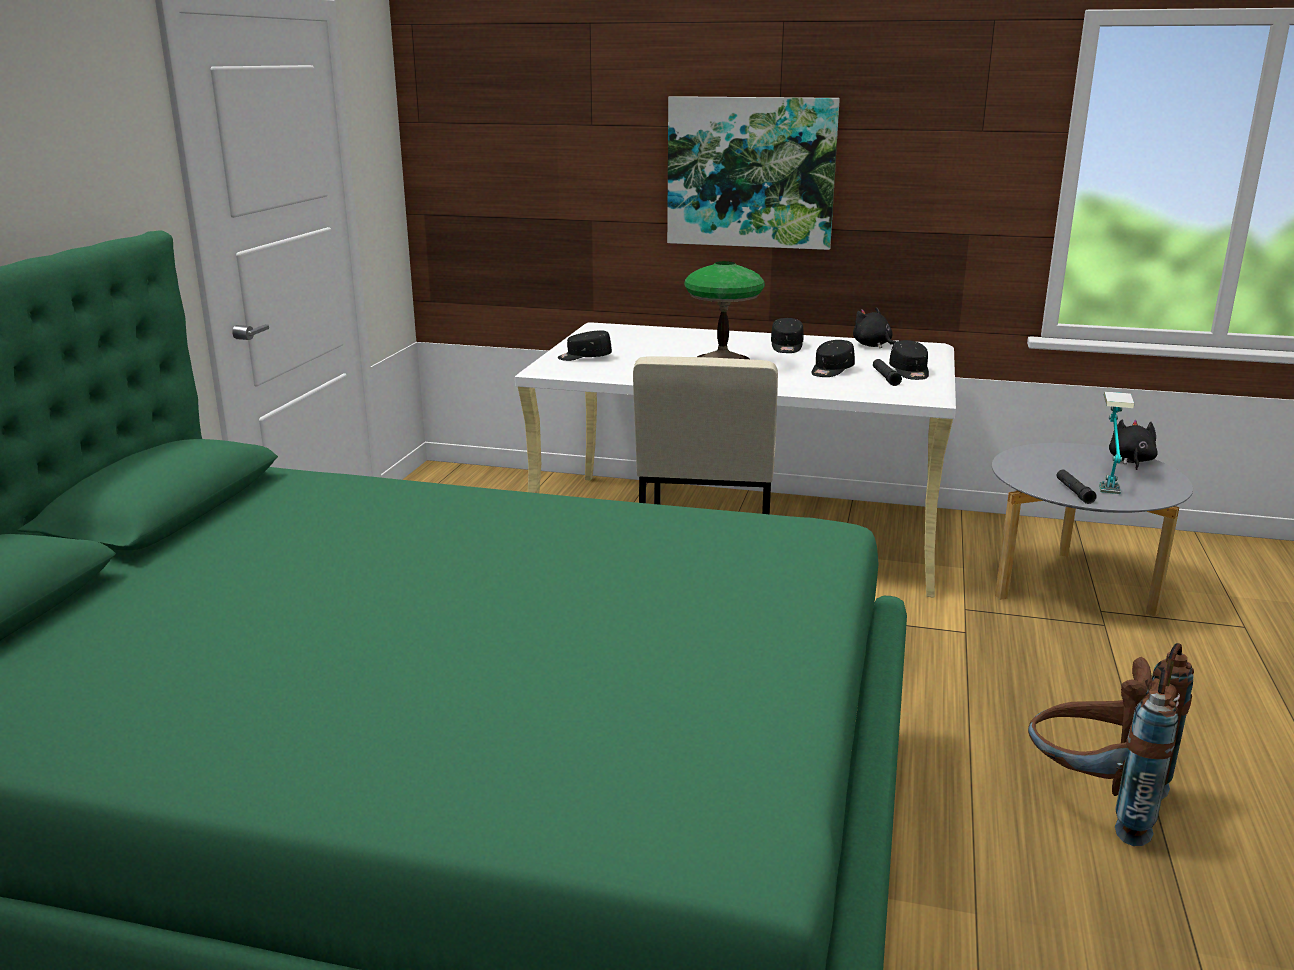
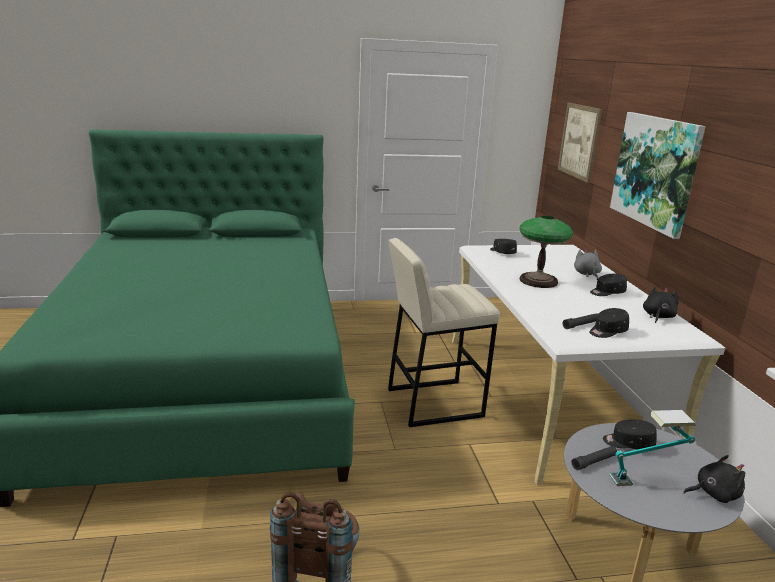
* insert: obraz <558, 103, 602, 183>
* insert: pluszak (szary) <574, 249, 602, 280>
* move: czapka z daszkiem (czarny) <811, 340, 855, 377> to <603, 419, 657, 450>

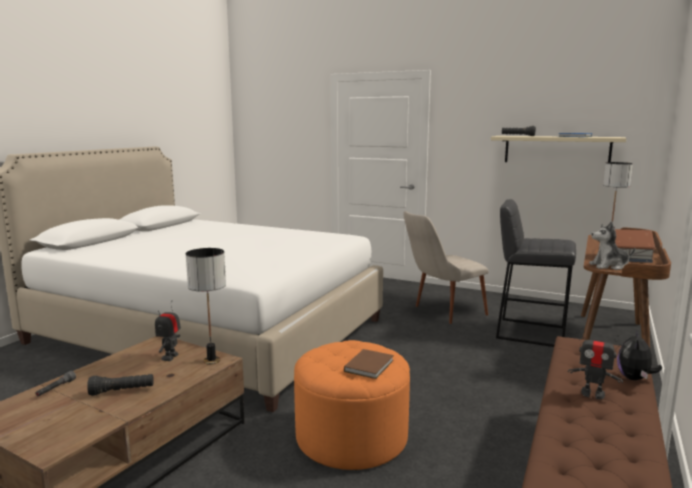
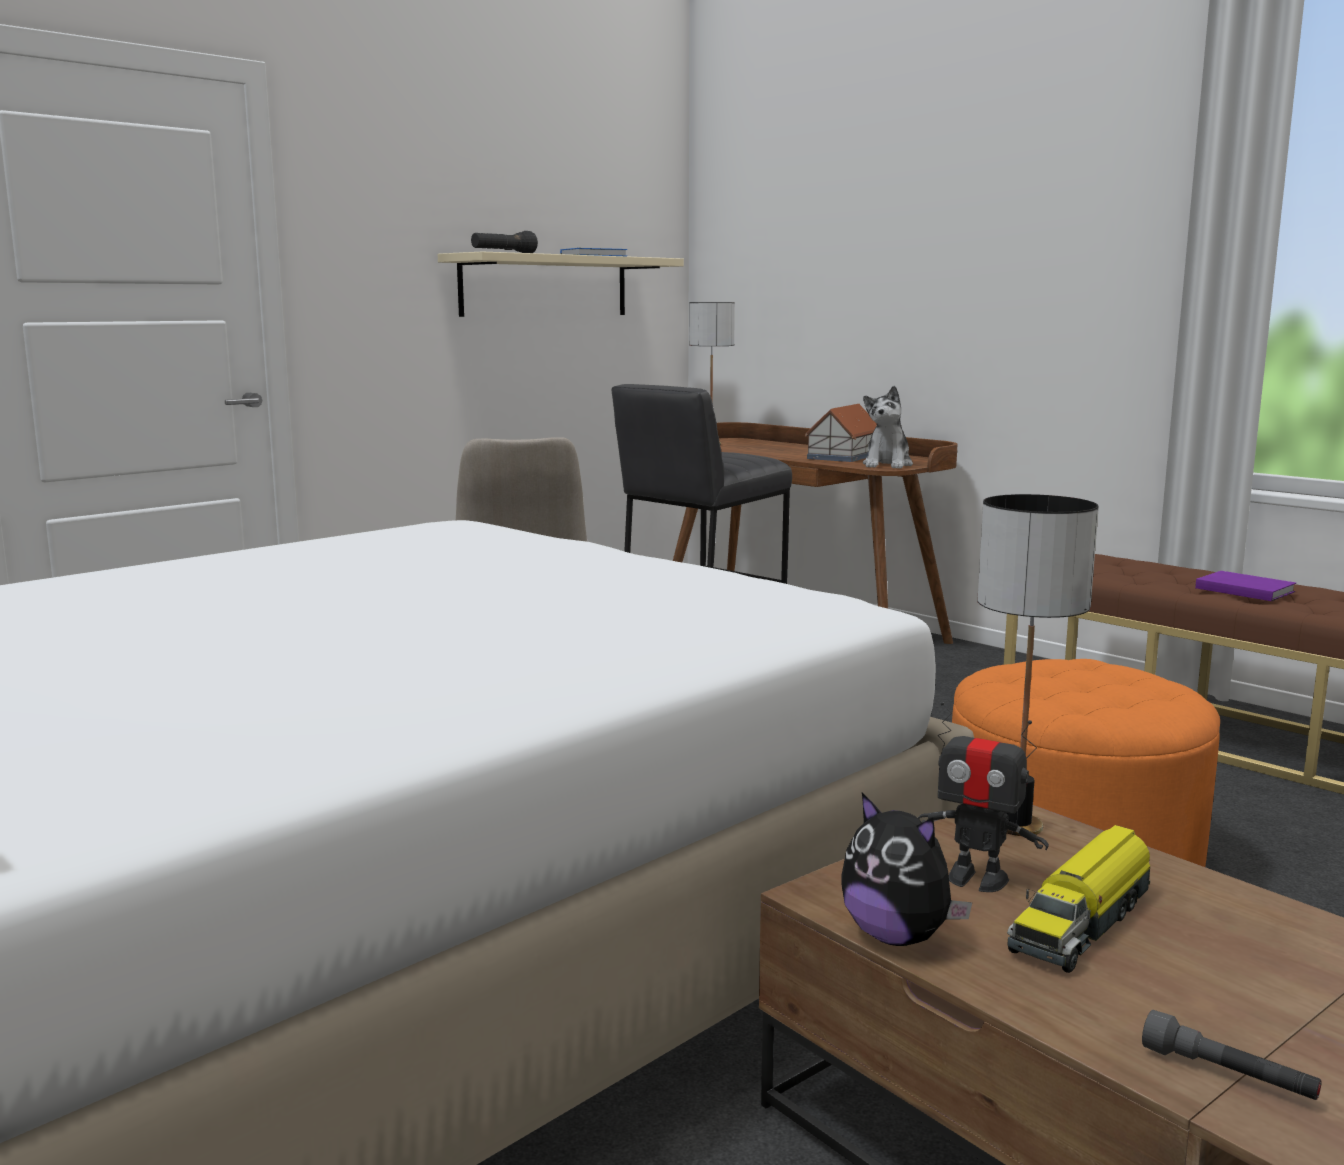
* delete: latarka (czarny) <87, 374, 154, 396>
* delete: książka (brązowy) <344, 349, 394, 379>
* insert: ciężarówka zabawkowa <1007, 825, 1150, 973>
* move: pluszak <617, 330, 662, 380> to <841, 793, 972, 946>
* replace: robot zabawkowy <568, 327, 623, 399> to książka (fioletowy) <1195, 571, 1296, 601>

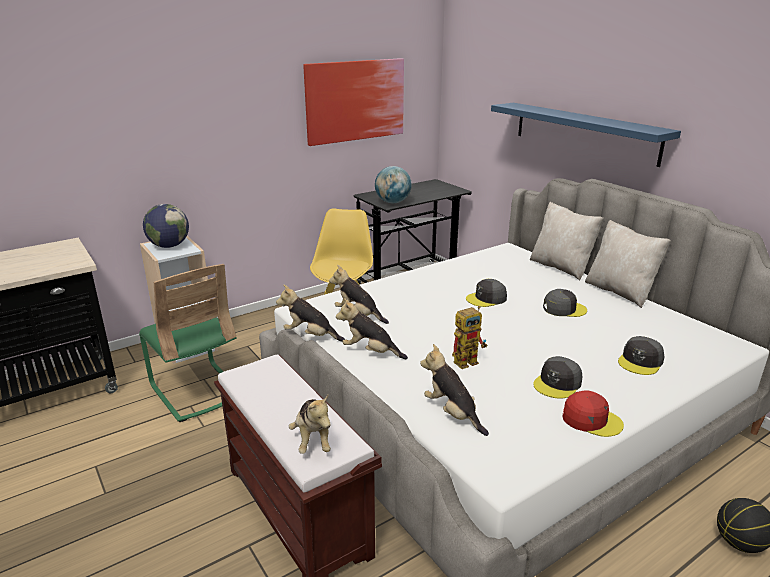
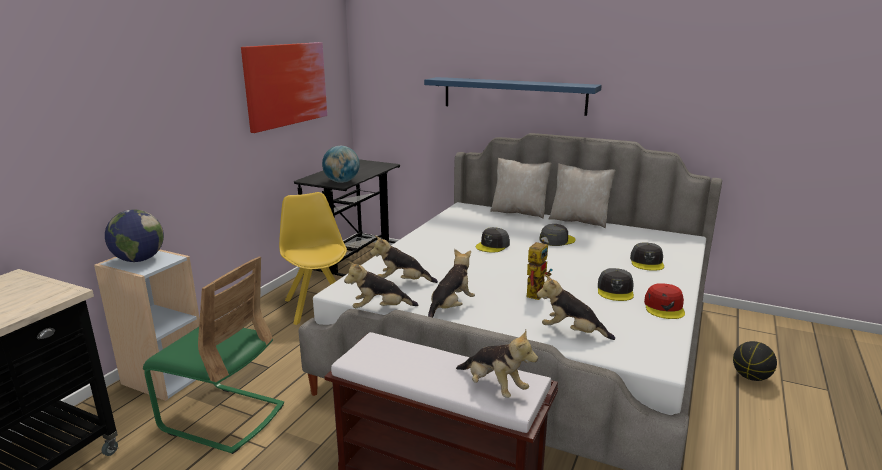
* rotate: pluszak <336, 298, 408, 359> = <428, 249, 475, 318> 135 degrees clockwise
* rotate: czapka z daszkiem (czerwony) <562, 390, 624, 437> = <644, 283, 685, 319> 105 degrees clockwise

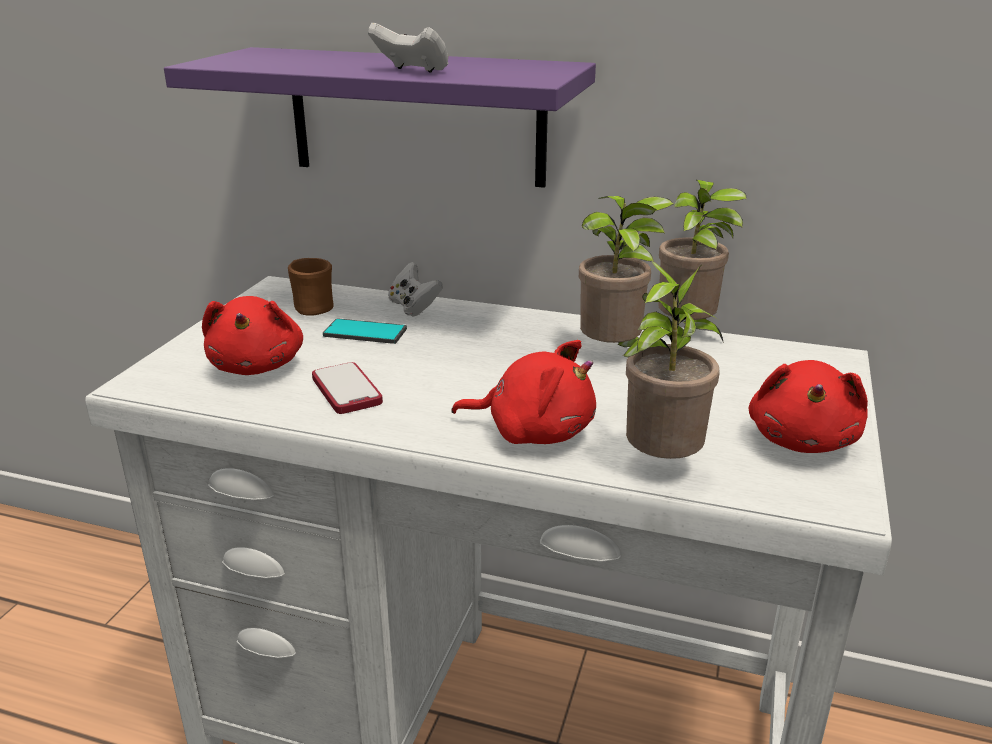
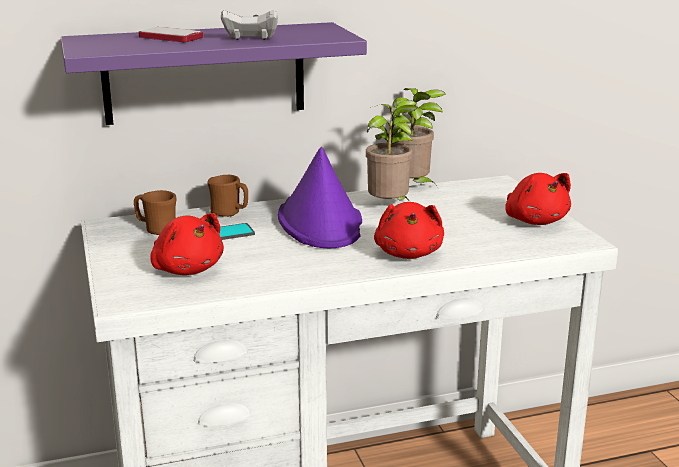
* delete: roślina doniczkowa <623, 261, 720, 459>
* insert: kapelusz (fioletowy) <278, 147, 362, 248>
* move: telefon <312, 362, 383, 414> to <139, 27, 203, 42>
* replace: pad do gier (biały) <388, 262, 443, 317> to kubek (brązowy) <207, 175, 248, 217>
* rotate: pluszak (czerwony) <451, 340, 596, 444> = <374, 202, 444, 259> 105 degrees clockwise

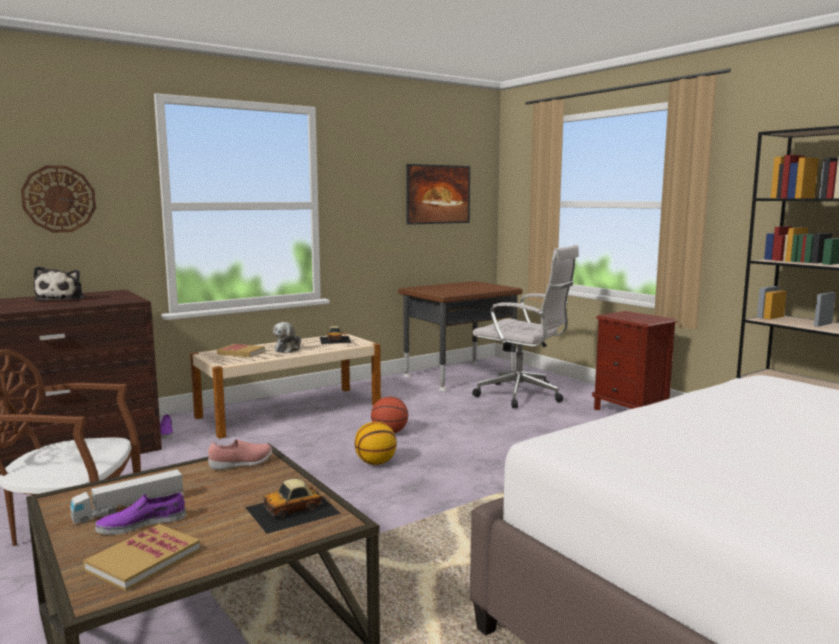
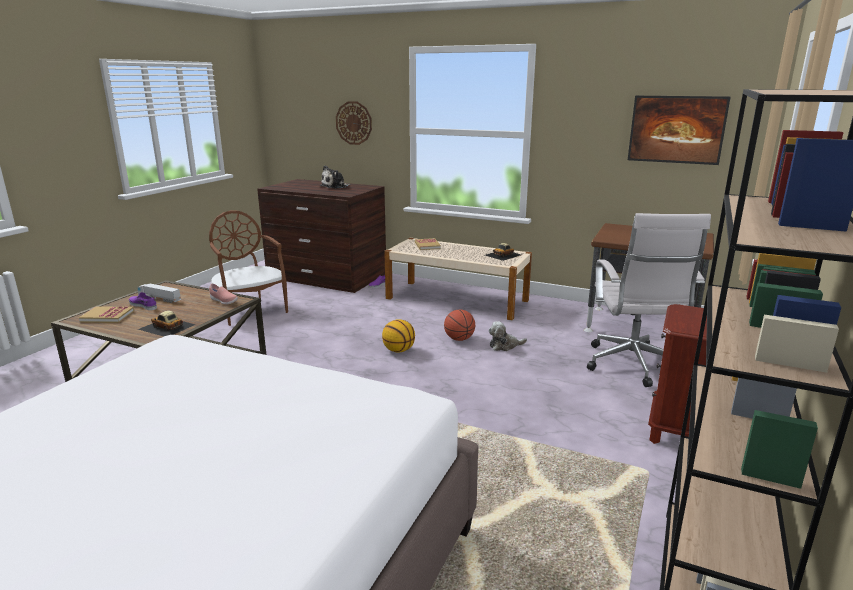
* move: pluszak <273, 322, 301, 353> to <489, 321, 527, 351>

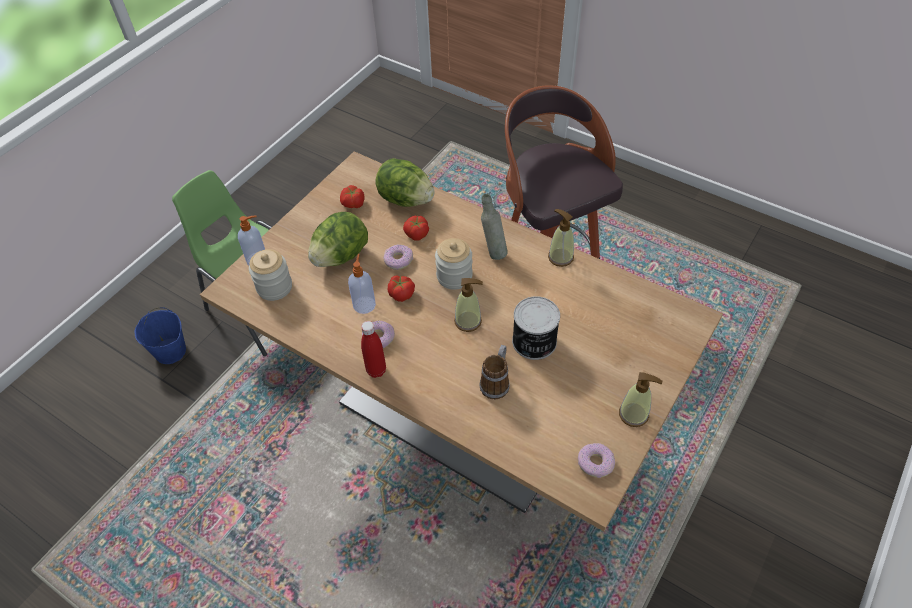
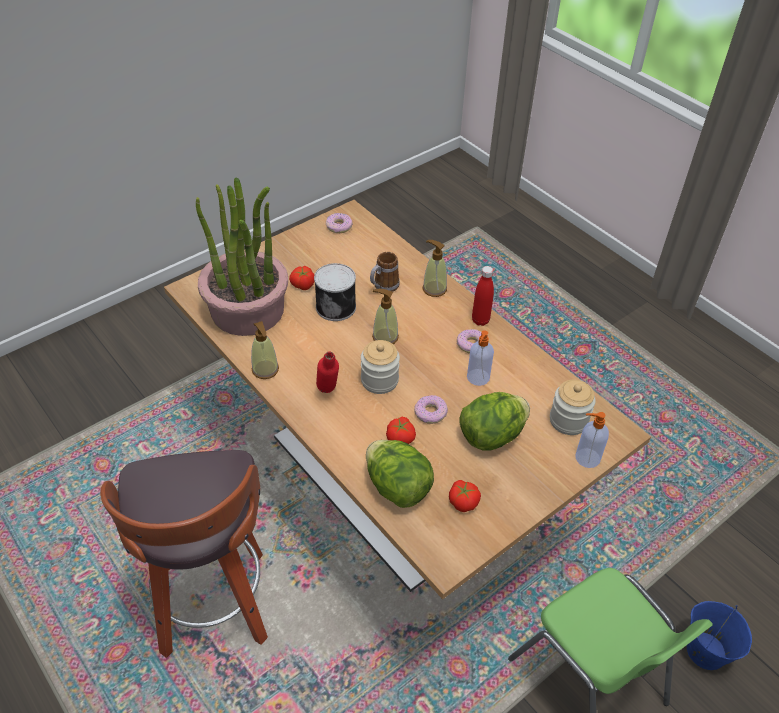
* insert: roślina doniczkowa <196, 177, 288, 336>
* move: pomidor <388, 275, 415, 302> to <289, 266, 315, 290>
* move: dozownik mydła <619, 372, 662, 427> to <423, 240, 447, 297>
* recolor: butelka (szary) <481, 194, 508, 260> to butelka (czerwony) <316, 351, 339, 393>

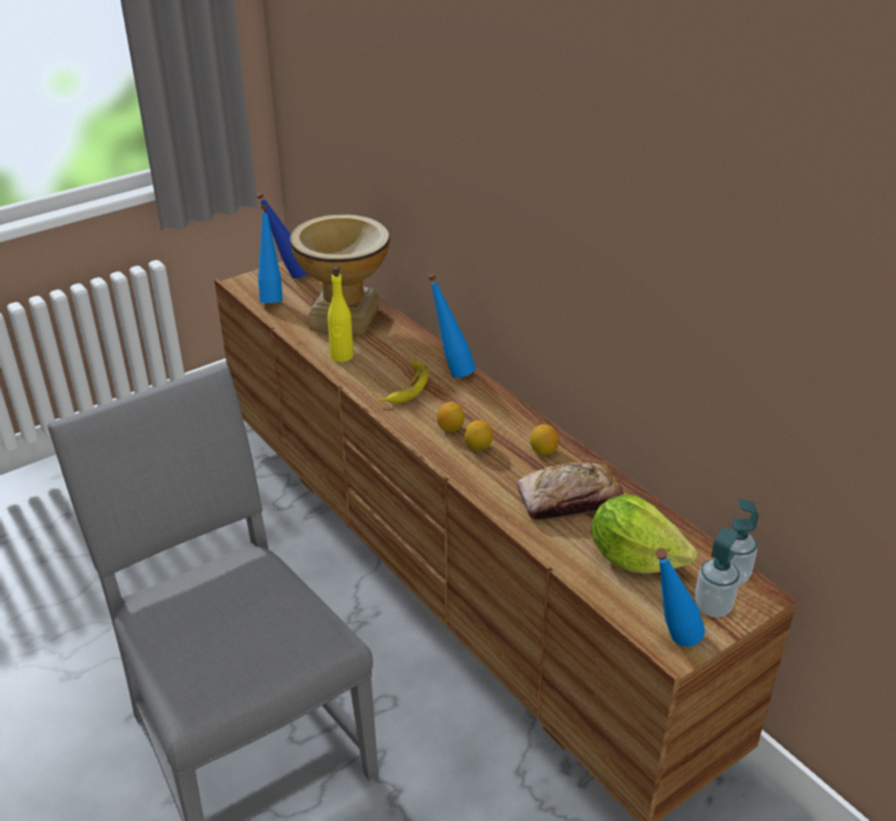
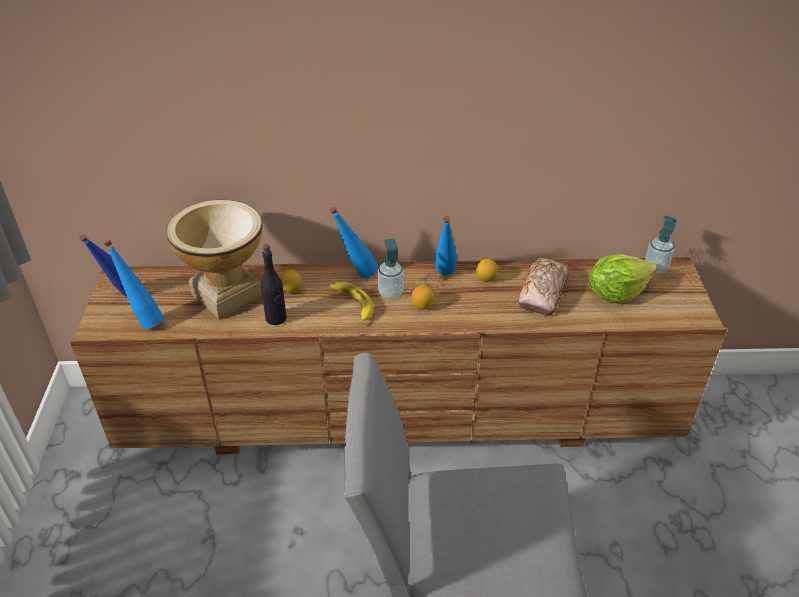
* move: cytryna <465, 420, 493, 451> to <280, 270, 302, 293>
* move: butelka (niebieski) <655, 548, 705, 647> to <435, 216, 457, 275>
* move: dozownik mydła <695, 527, 740, 617> to <378, 238, 404, 299>
* recolor: butelka (żółty) <328, 266, 353, 362> to butelka (czarny) <261, 244, 287, 325>

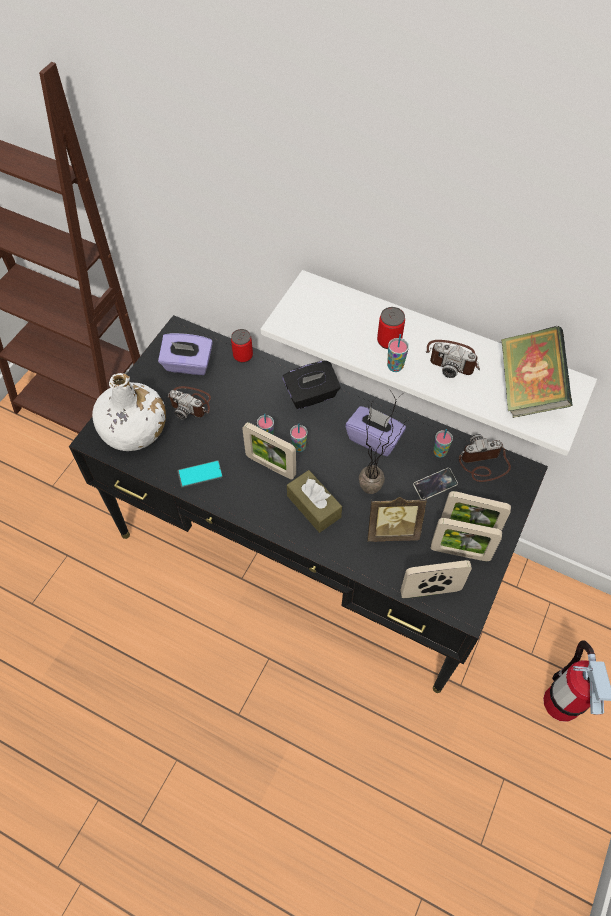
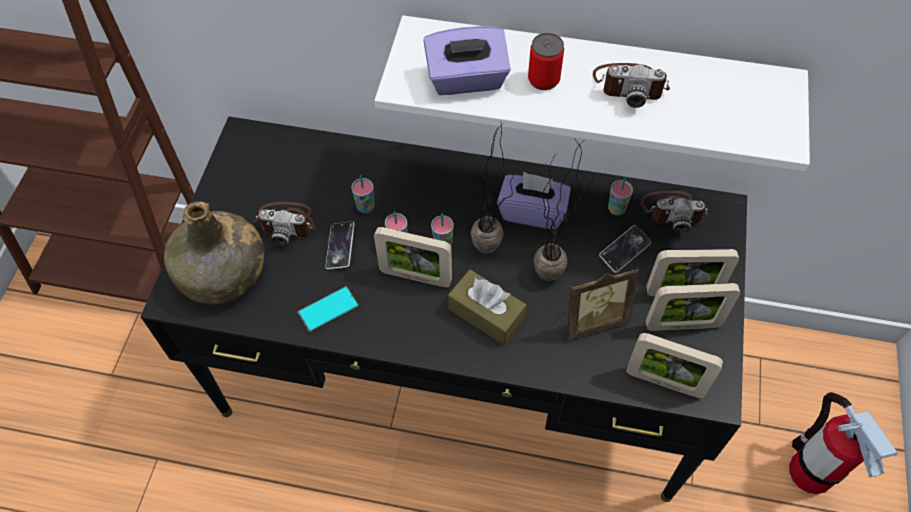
* delete: puszka <231, 329, 253, 363>
* delete: pudełko chusteczek (czarny) <282, 361, 341, 409>
* delete: książka <501, 326, 573, 418>
* insert: telefon <325, 221, 355, 270>
* insert: roślina doniczkowa <471, 123, 514, 253>
* move: pudełko chusteczek (fioletowy) <158, 333, 213, 375> to <424, 26, 511, 95>
* move: filiżanka <387, 334, 409, 372> to <351, 175, 374, 213>
* recolor: butelka (biały) <92, 373, 166, 451> to butelka (zielony) <164, 201, 264, 305>
* rotate: ramka na zdjęcie <400, 560, 472, 598> = <626, 333, 723, 398> 135 degrees counterclockwise
* rotate: aparat fotograficzny <459, 434, 511, 482> = <641, 190, 708, 233> 150 degrees counterclockwise

